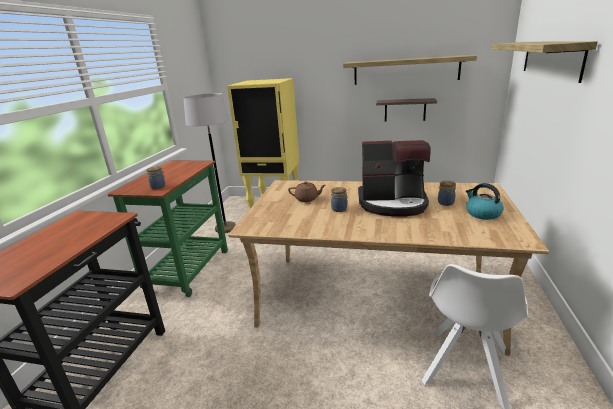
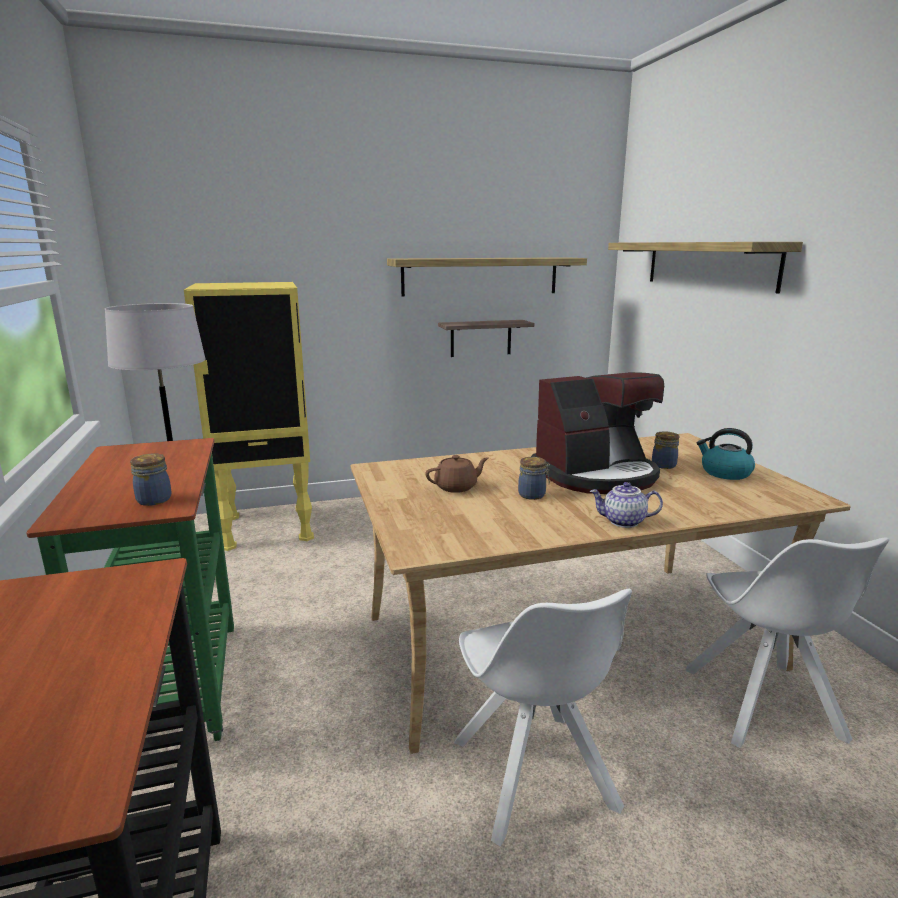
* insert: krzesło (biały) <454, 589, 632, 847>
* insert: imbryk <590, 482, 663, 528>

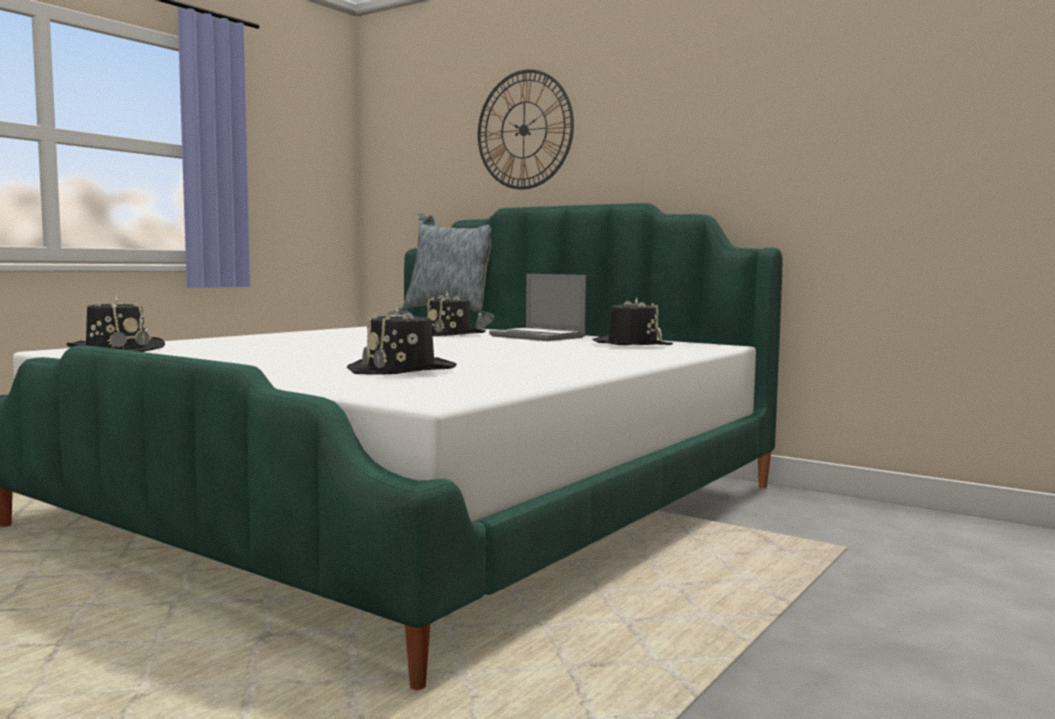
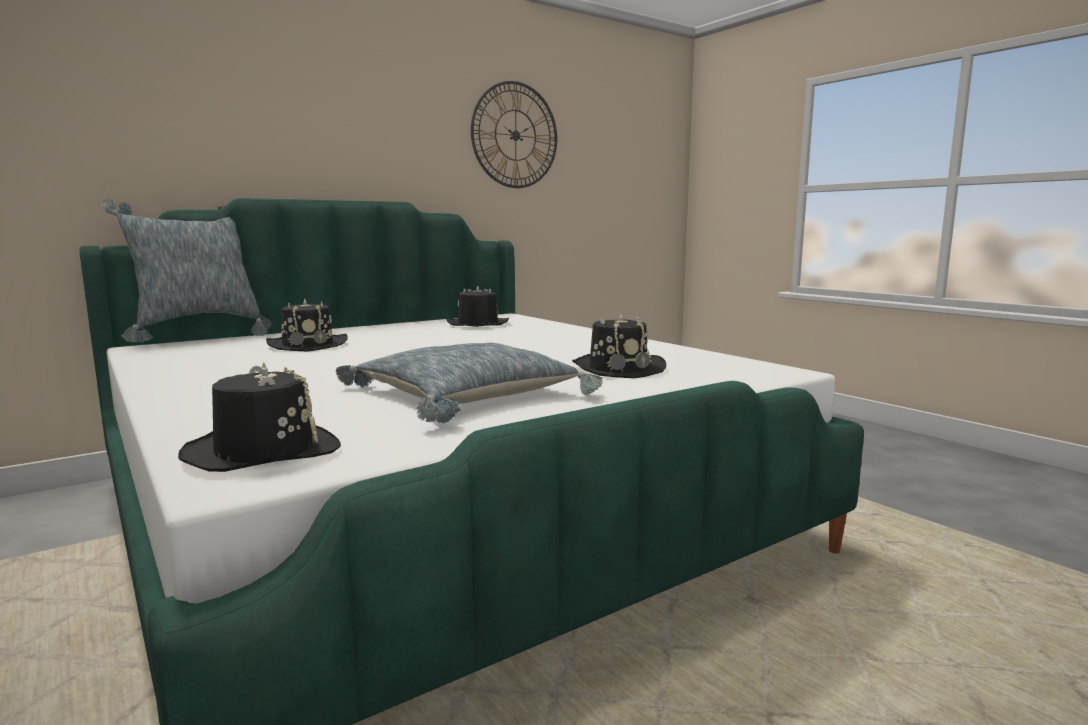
* delete: laptop <489, 274, 586, 341>
* insert: poduszka <336, 342, 603, 424>
* move: zegar ścienny <478, 69, 574, 190> to <471, 81, 557, 188>

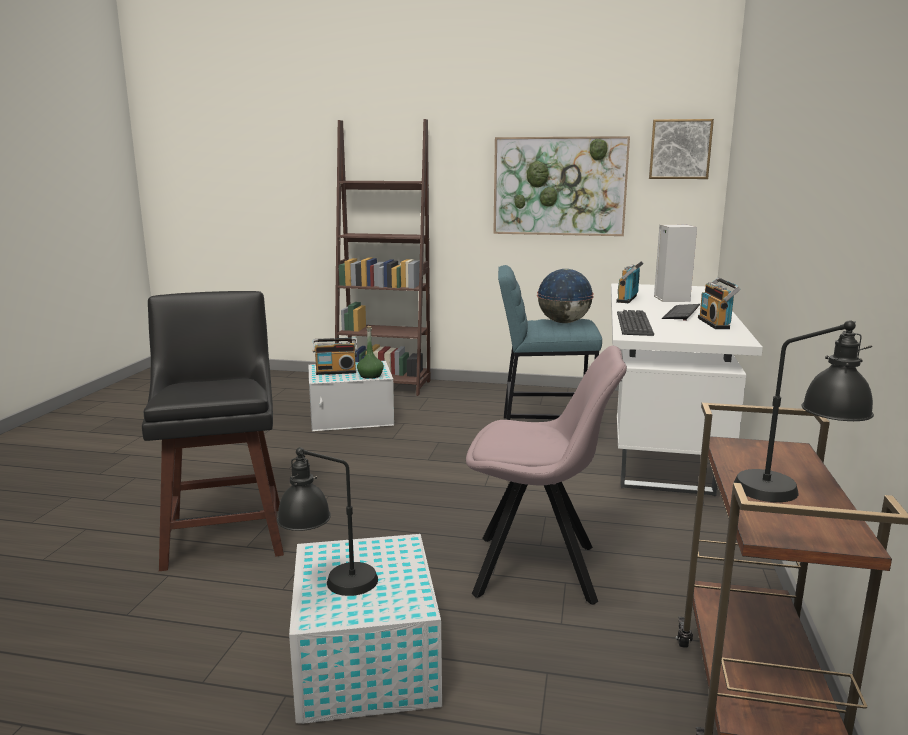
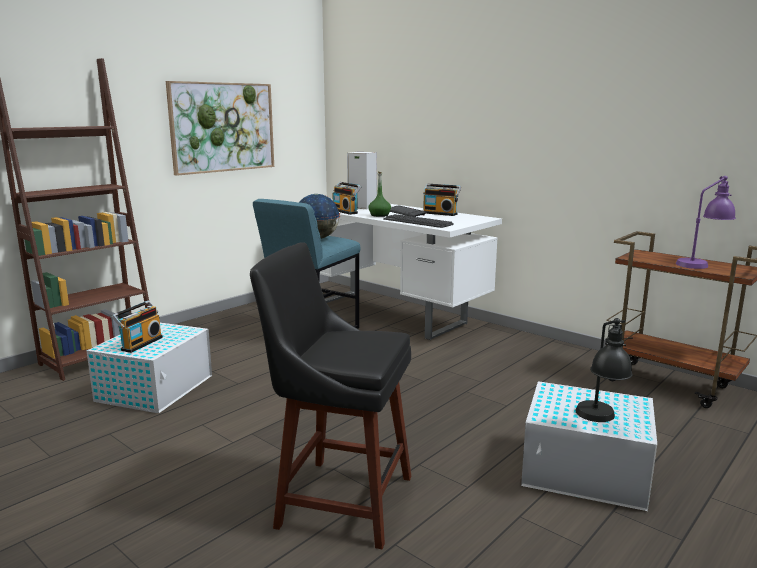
* delete: krzesło (różowy) <466, 346, 627, 605>
* delete: obraz <649, 119, 714, 179>
* move: butelka (zielony) <357, 326, 384, 379> to <368, 172, 391, 217>
* recolor: lampa stołowa (czarny) <734, 320, 874, 502> to lampa stołowa (fioletowy) <676, 176, 736, 269>

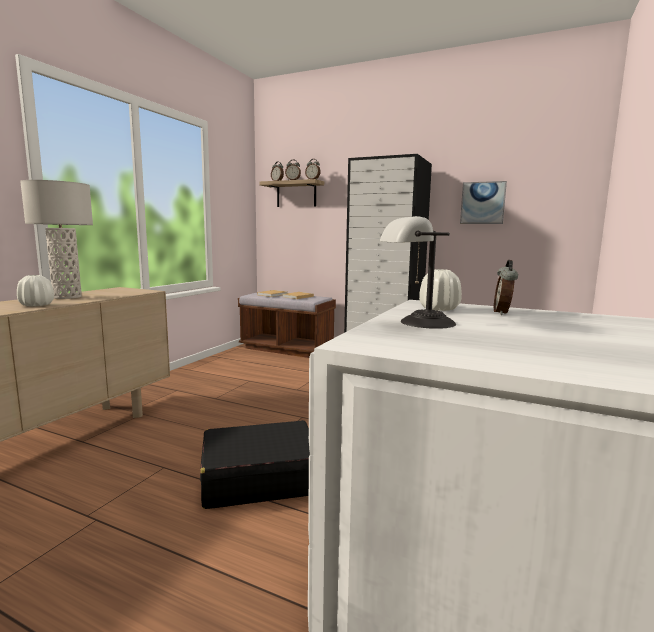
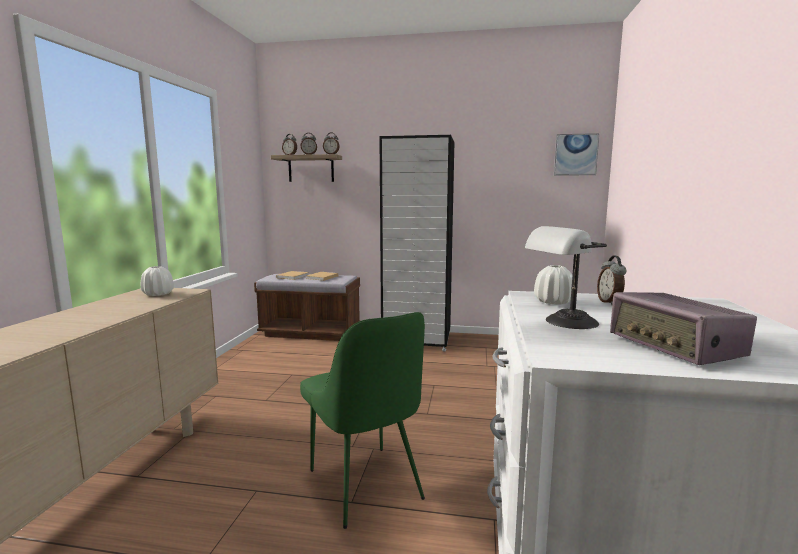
* delete: lampa stołowa (biały) <20, 180, 93, 299>
* insert: radio <610, 292, 757, 365>
* move: wazon (biały) <17, 275, 54, 306> to <141, 266, 174, 296>
* move: obraz <460, 181, 507, 224> to <554, 133, 599, 176>
* replace: walizka (czarny) <200, 420, 310, 509> to krzesło (zielony) <300, 312, 425, 529>

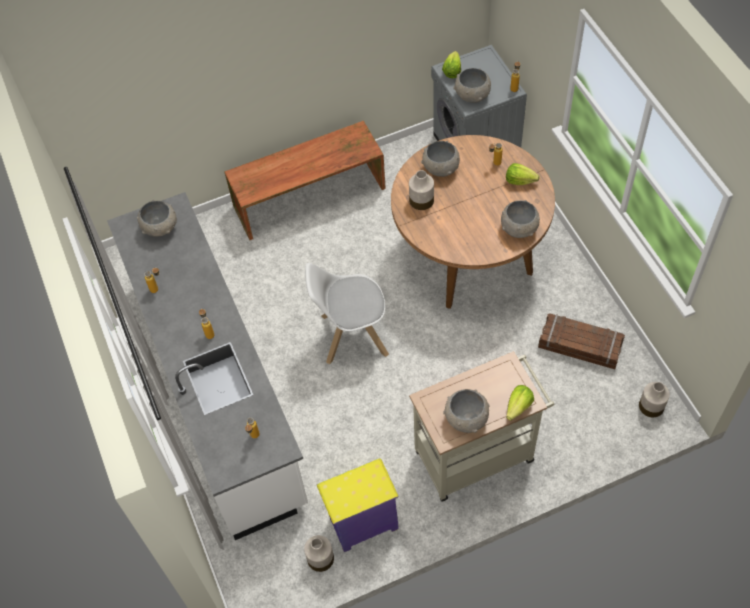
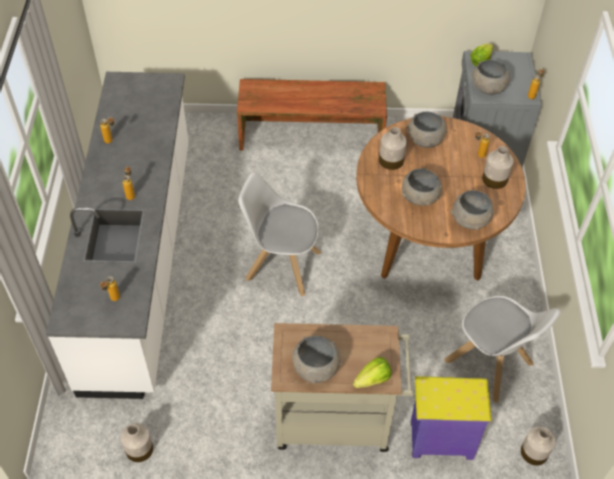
* move: miska (szary) <137, 200, 177, 237> to <402, 168, 442, 206>
* move: szafka nocna <317, 458, 399, 552> to <411, 376, 492, 460>
* replace: sałata <506, 163, 540, 185> to wazon (beżowy) <482, 146, 514, 189>
* replace: skrzynka <538, 314, 625, 369> to krzesło <444, 296, 561, 402>

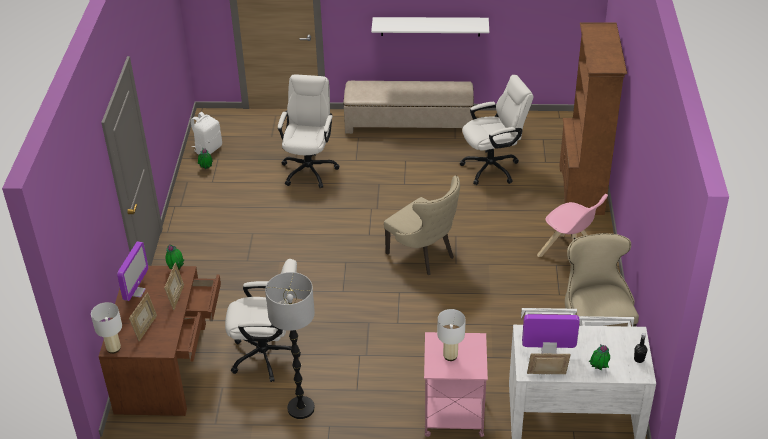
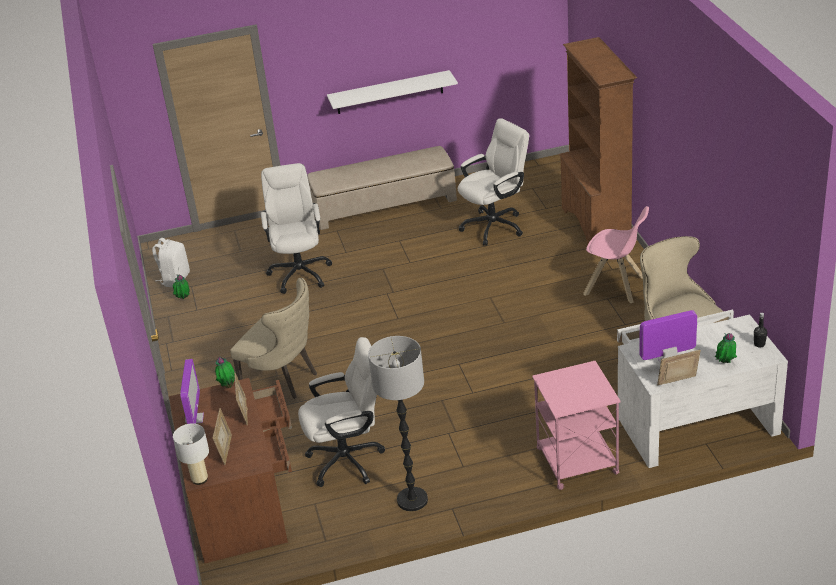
* delete: lampa stołowa (biały) <437, 309, 465, 361>
* move: krzesło (beżowy) <384, 175, 460, 275> to <230, 278, 317, 399>

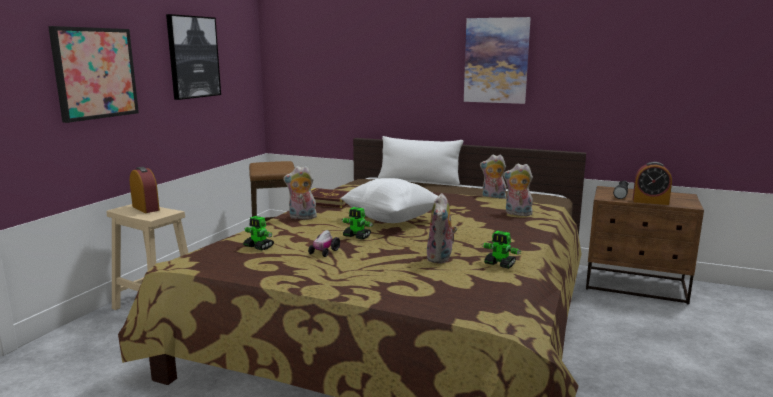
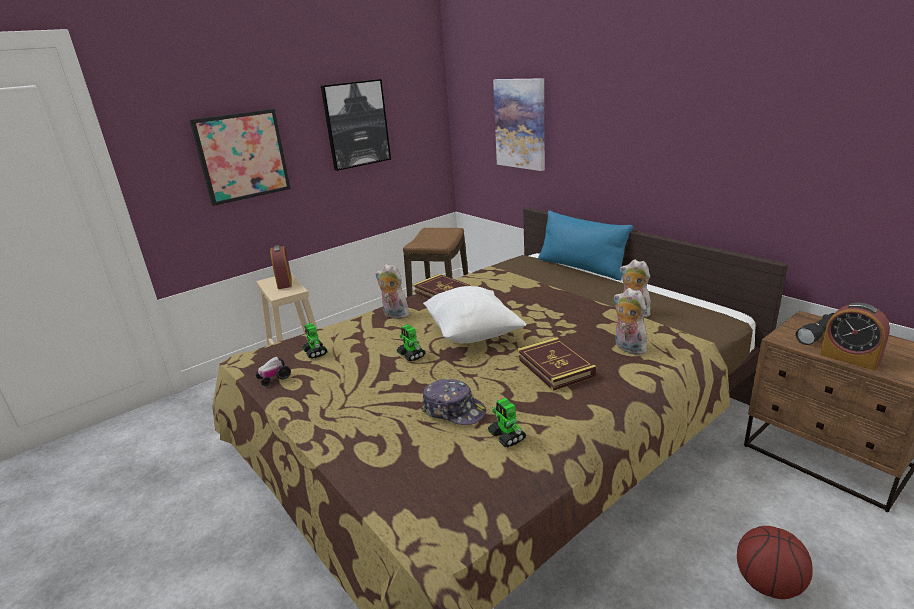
* insert: książka <517, 337, 596, 391>
* insert: piłka do koszykówki <737, 526, 813, 599>
* move: samochodzik <308, 230, 340, 257> to <256, 357, 291, 386>
* move: obraz <464, 17, 531, 104> to <493, 78, 545, 171>
* replace: pluszak <426, 193, 457, 263> to czapka z daszkiem <421, 379, 486, 425>
* recolor: poduszka (biały) <378, 136, 464, 185> to poduszka (niebieski) <538, 210, 633, 280>

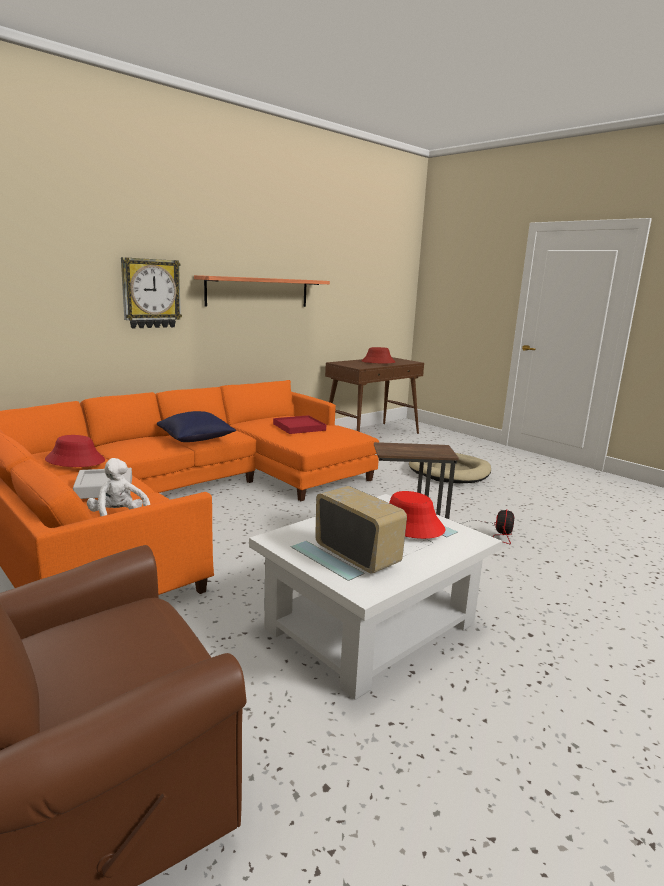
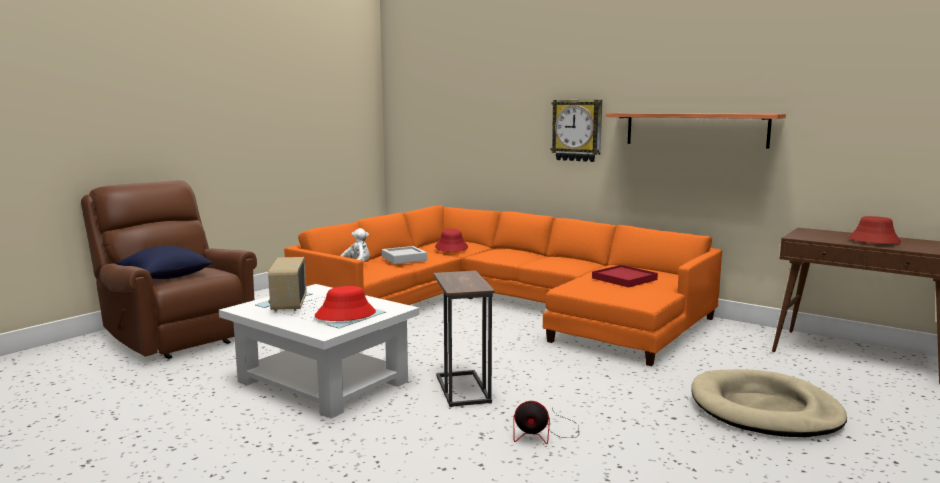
* move: poduszka (niebieski) <157, 411, 236, 442> to <116, 246, 213, 279>
* rotate: radio <315, 486, 407, 574> = <268, 257, 306, 312> 135 degrees clockwise

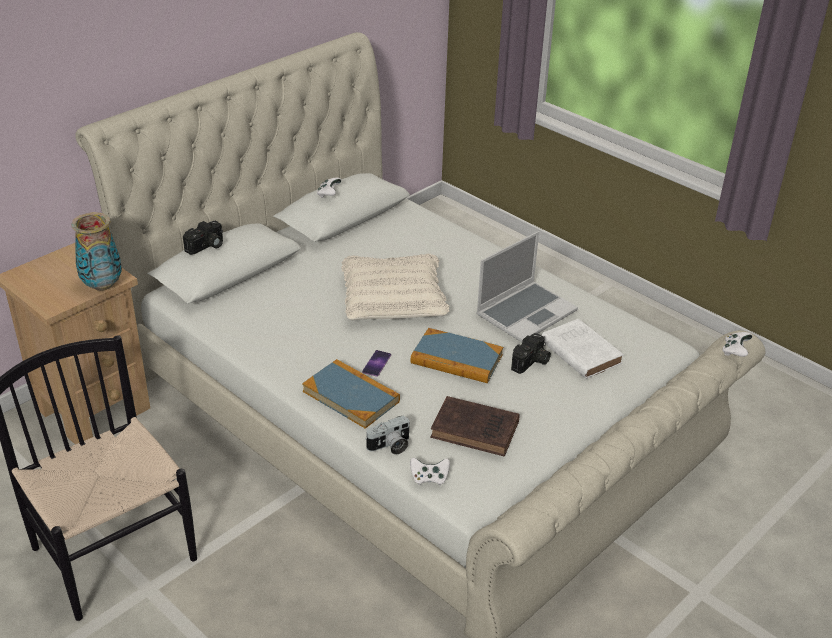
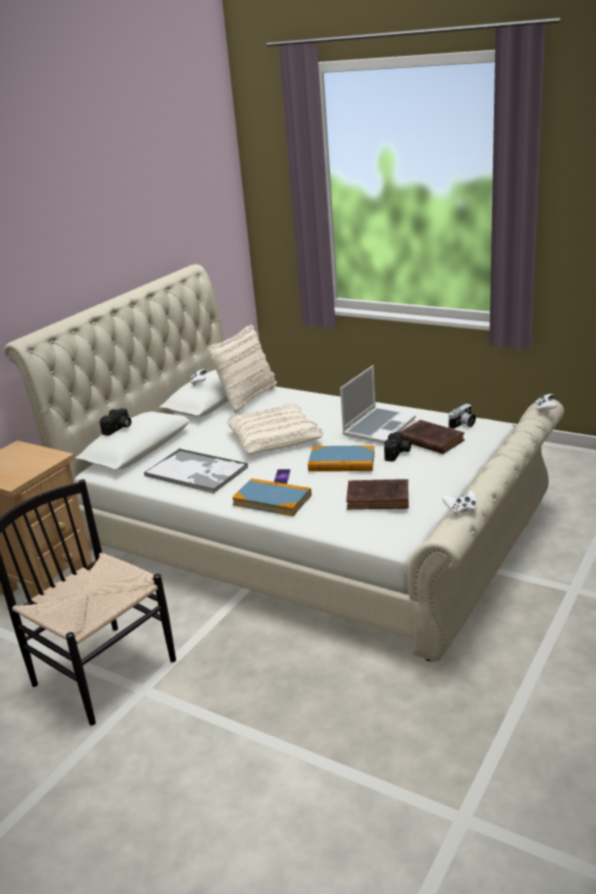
* delete: wazon <71, 212, 122, 291>
* insert: taca <144, 449, 248, 493>
* insert: poduszka (beżowy) <208, 324, 277, 413>
* move: aparat fotograficzny <365, 415, 410, 455> to <449, 404, 476, 429>
* move: pad do gier (biały) <410, 458, 450, 486> to <442, 491, 477, 516>
* recolor: książka (biały) <542, 319, 624, 379> to książka (brązowy) <400, 420, 465, 454>

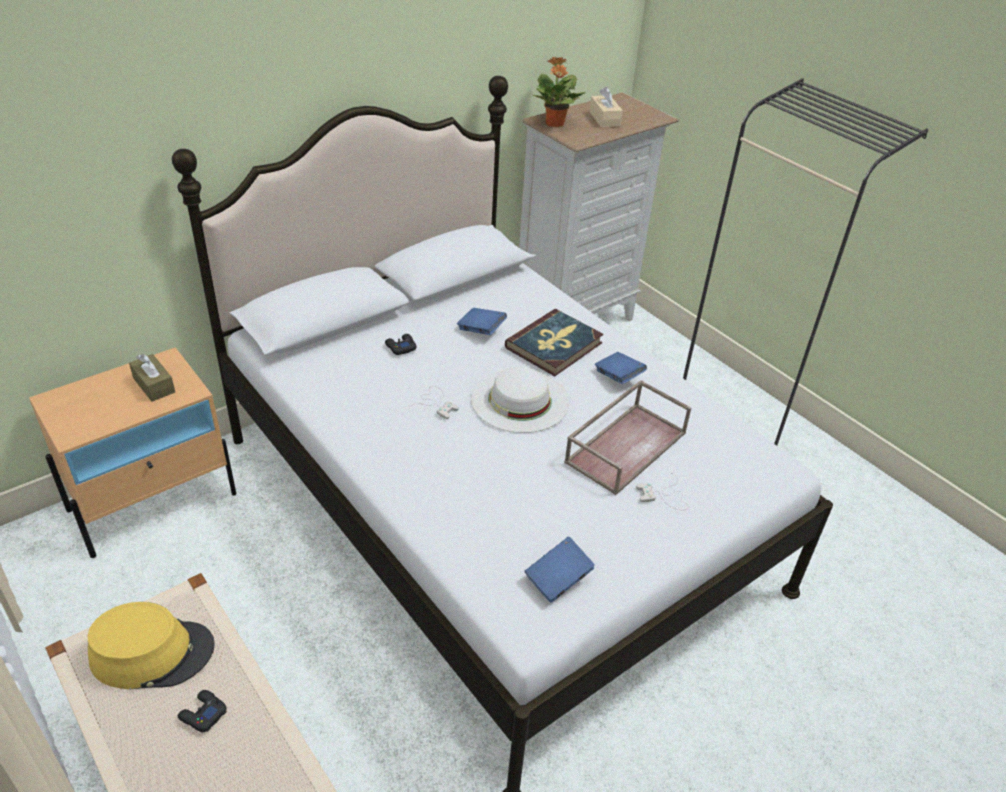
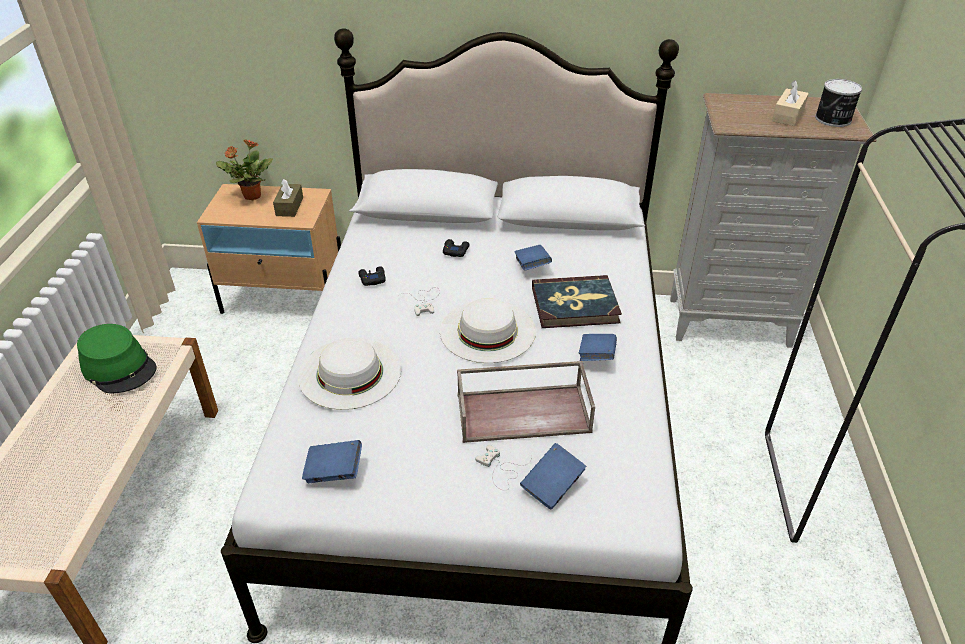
* insert: kapelusz (biały) <298, 338, 401, 410>
* insert: książka (niebieski) <520, 443, 586, 509>
* insert: puszka <815, 79, 862, 127>
* move: pad do gier (czarny) <178, 690, 227, 732> to <358, 266, 386, 286>
* move: roślina doniczkowa <532, 56, 586, 127> to <216, 139, 273, 200>
* recolor: kapelusz (żółty) <88, 602, 215, 690> to kapelusz (zielony) <77, 324, 157, 394>

